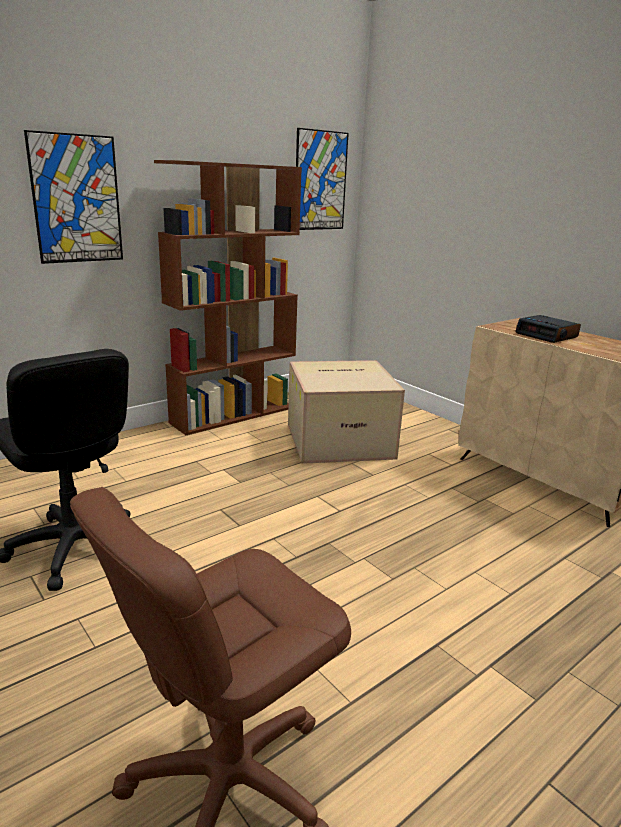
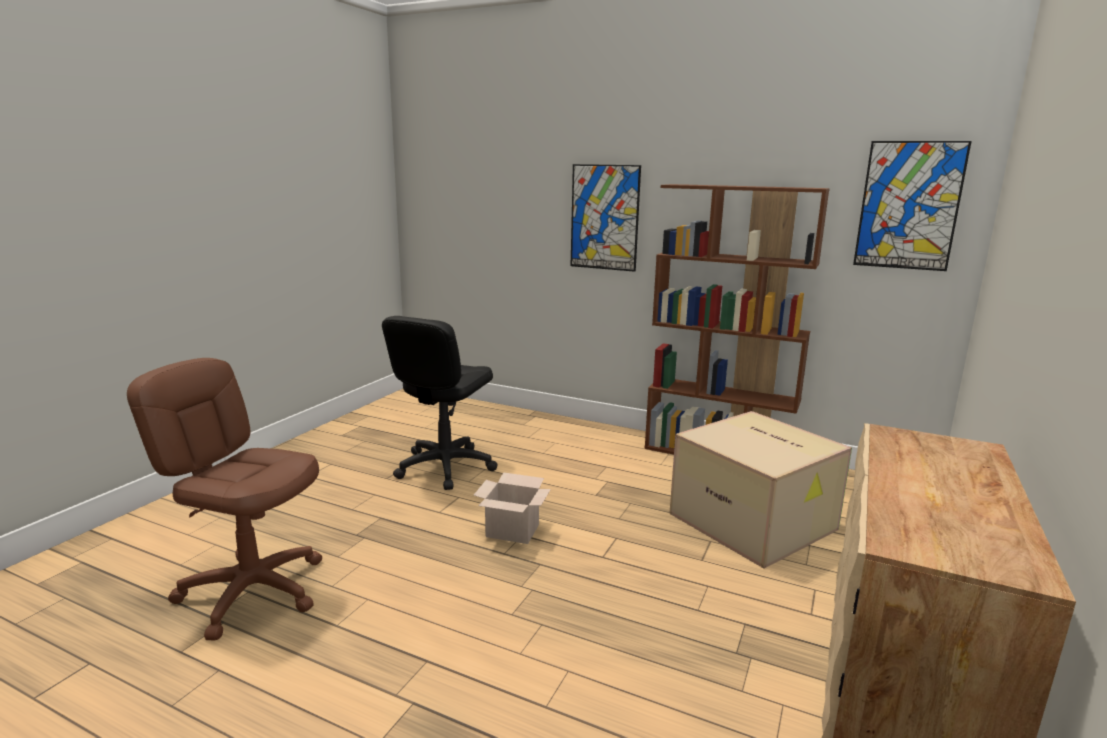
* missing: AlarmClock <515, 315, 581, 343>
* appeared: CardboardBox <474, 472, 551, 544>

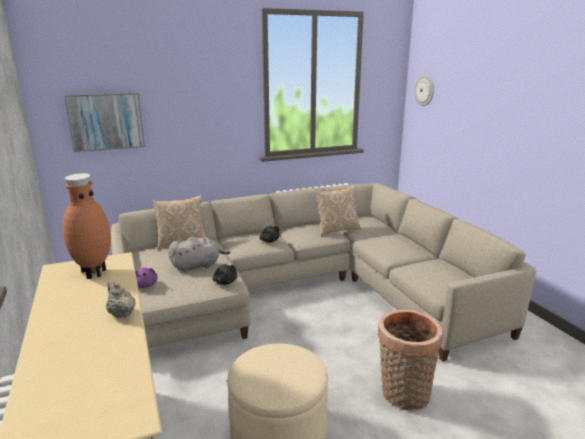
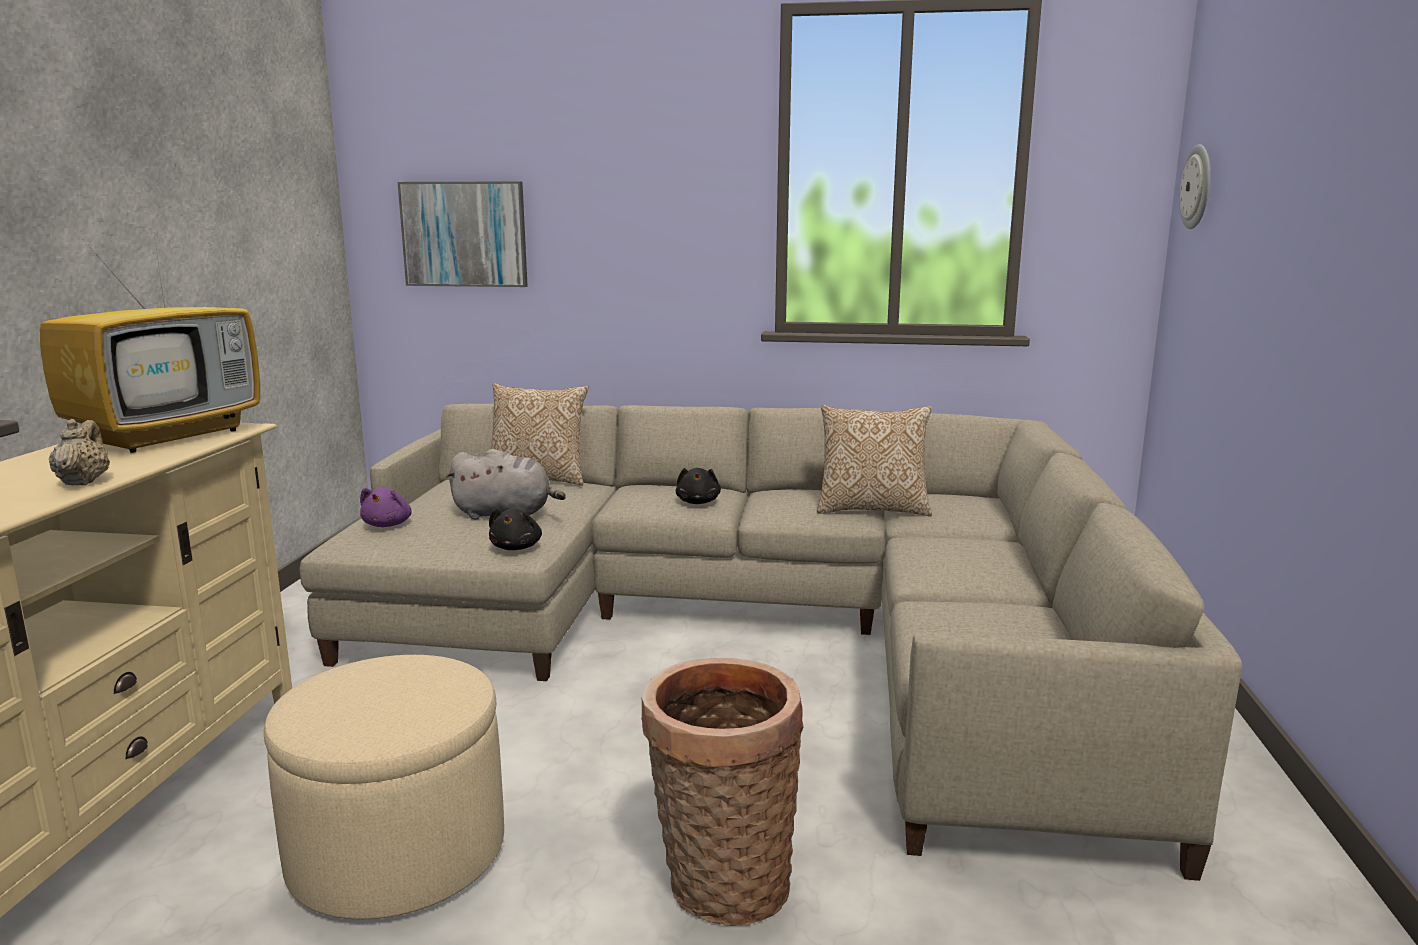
* exchanged: BrownColouredDecorativeVase <63, 173, 111, 279> to Television <40, 221, 260, 453>

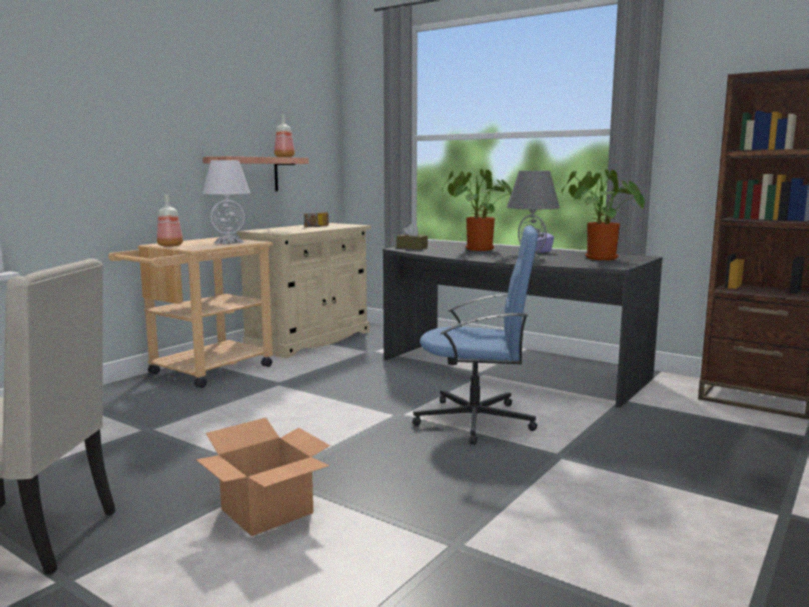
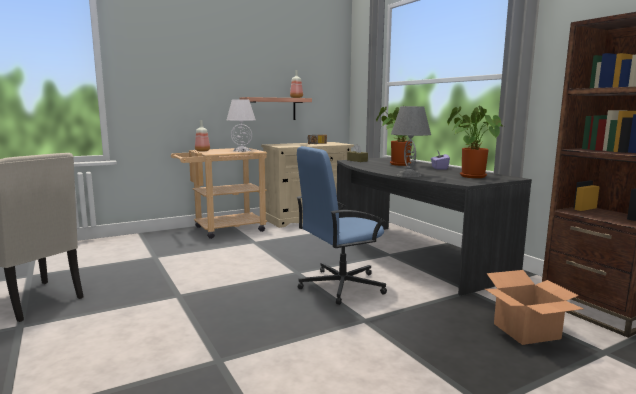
* relocated: CardboardBox <196, 418, 330, 536> to <485, 270, 584, 345>
* spun: BluishComputerChair <413, 226, 538, 445> = <296, 146, 387, 305> 120 degrees clockwise

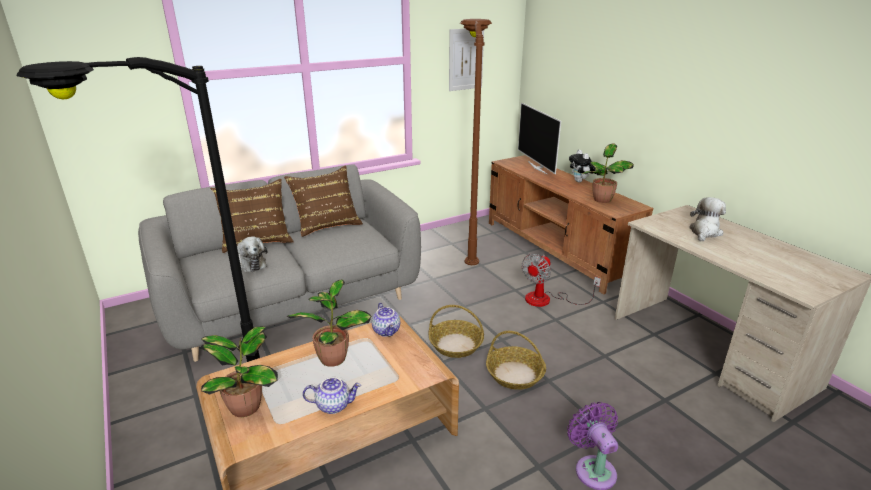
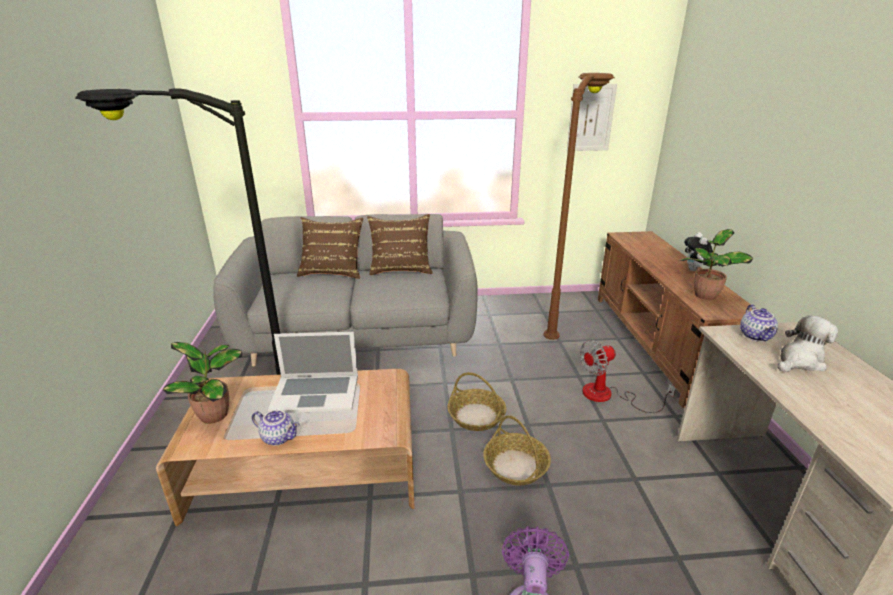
* missing: PlushToy <237, 236, 268, 272>
* missing: Television <518, 103, 561, 175>
* relocated: Teapot <372, 303, 400, 337> to <740, 304, 778, 342>
* exchanged: PottedPlant <286, 280, 371, 367> to NotebookComputer <267, 332, 358, 413>

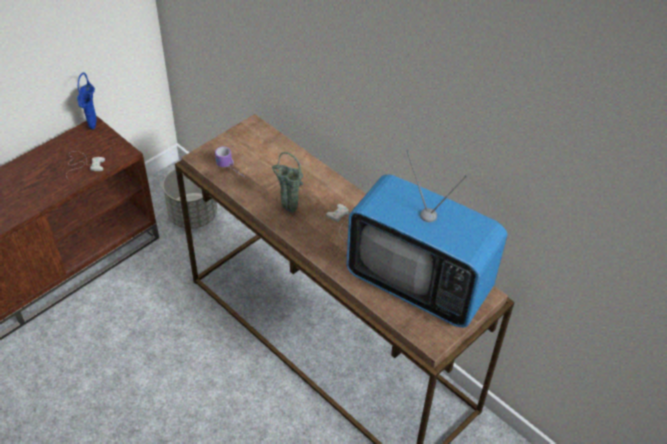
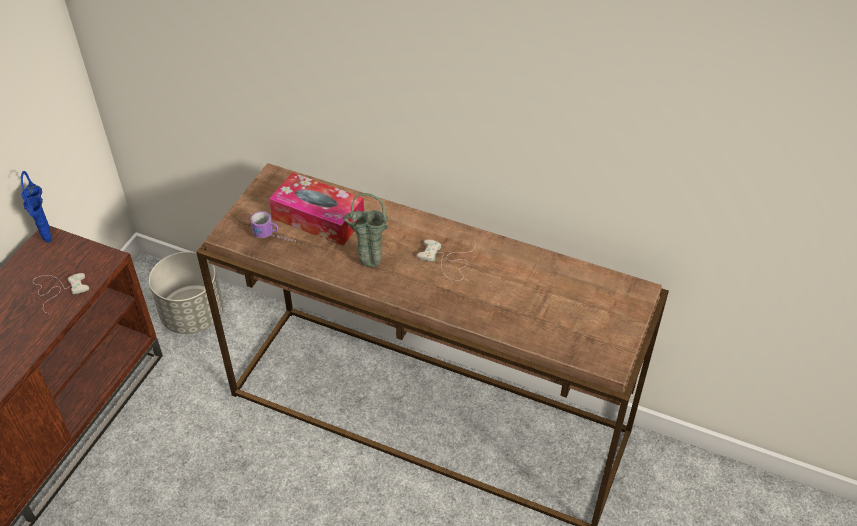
* missing: Television <346, 150, 507, 327>
* appeared: BoxOfTissues <269, 172, 364, 246>

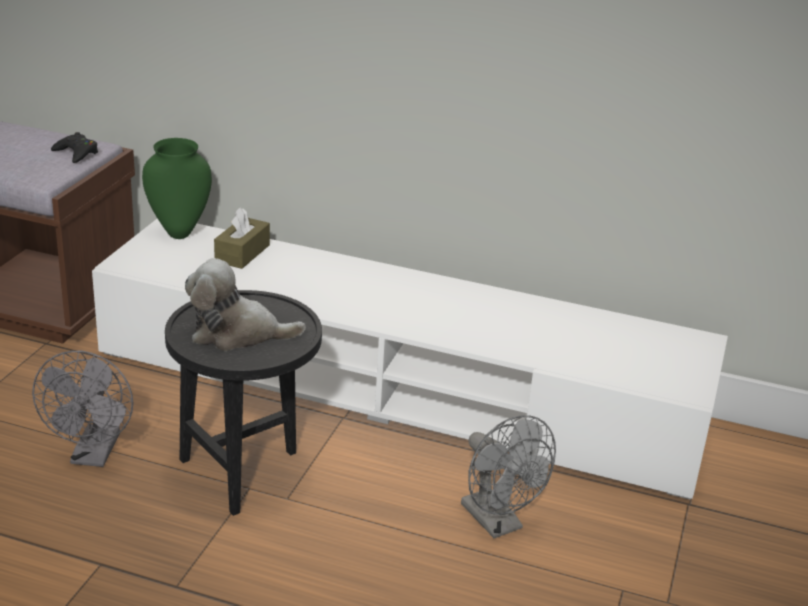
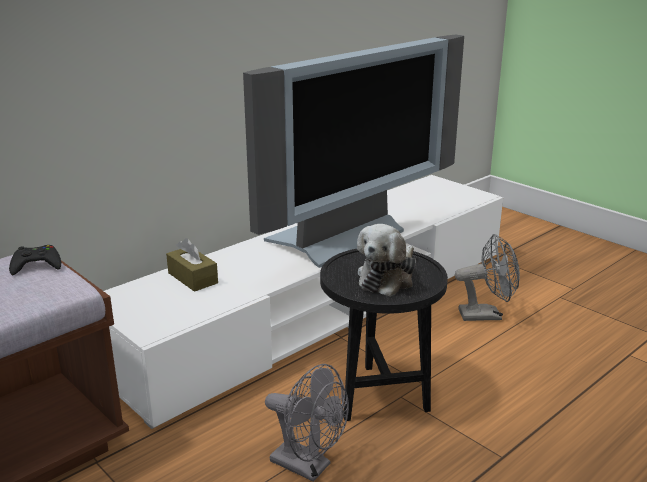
* missing: GreenColouredDecorativeVase <142, 138, 212, 239>
* appeared: Television <243, 35, 464, 268>

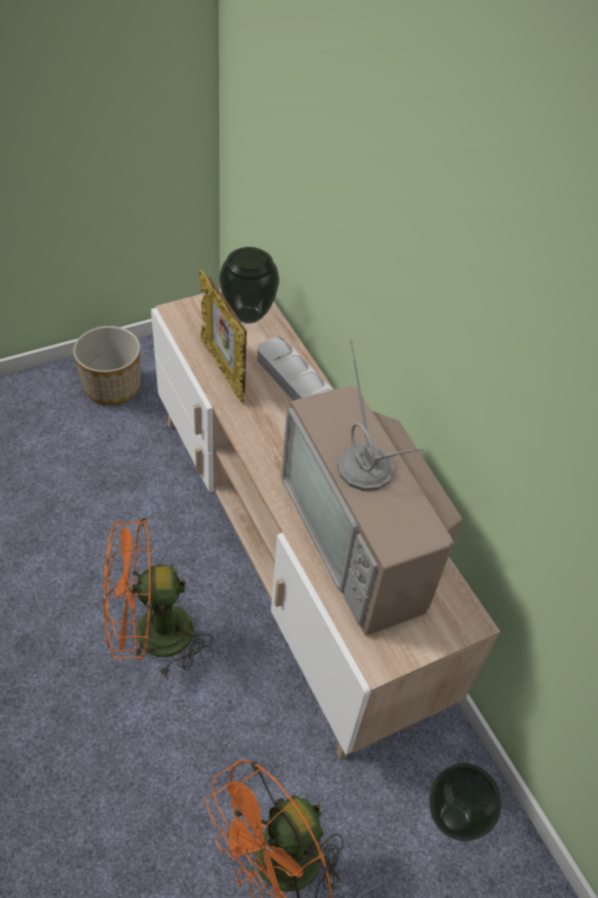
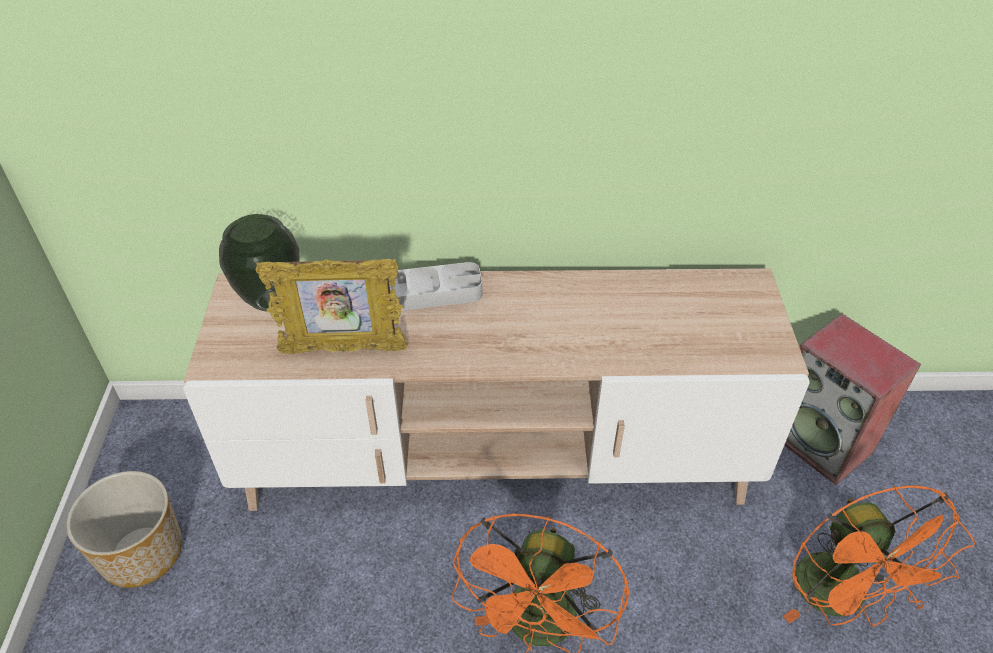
* missing: Television <281, 340, 462, 636>
* exchanged: DecorativeVase <429, 763, 502, 841> to Loudspeaker <785, 314, 921, 485>

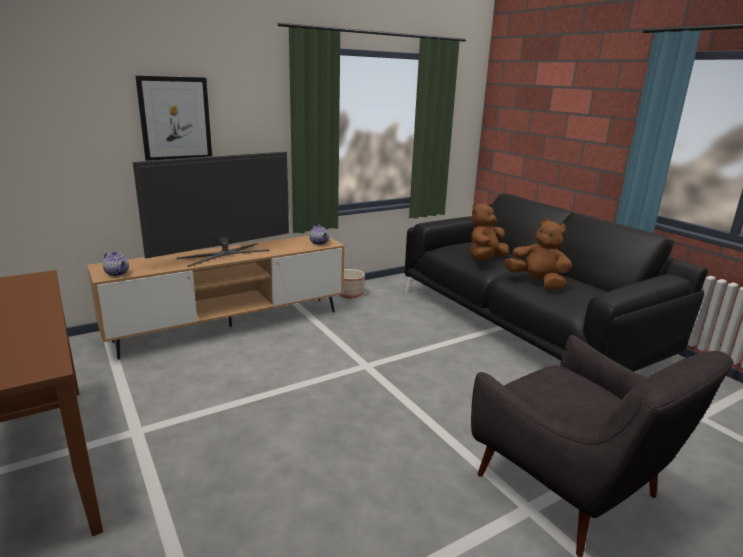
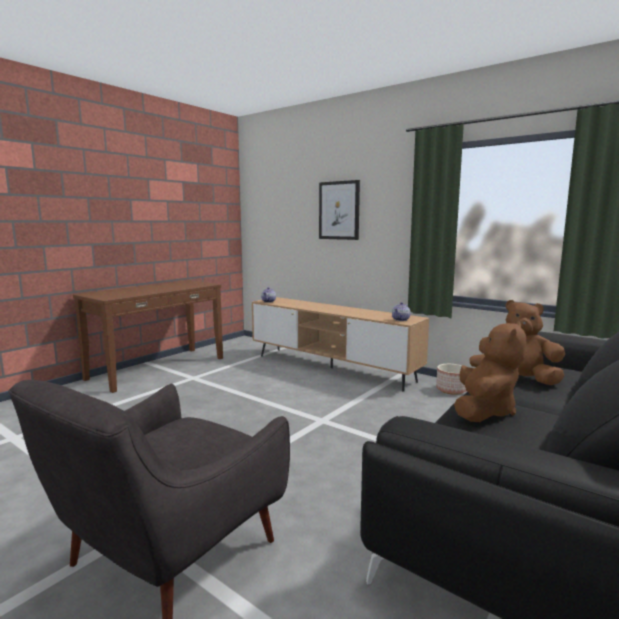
* missing: Television <133, 151, 289, 267>

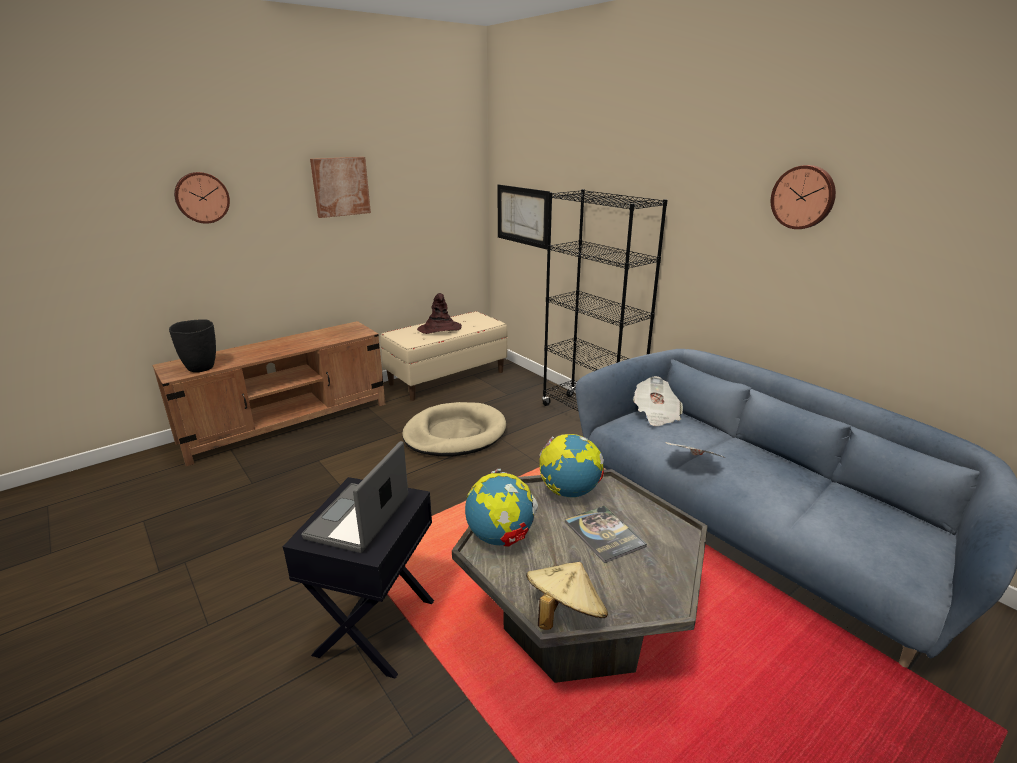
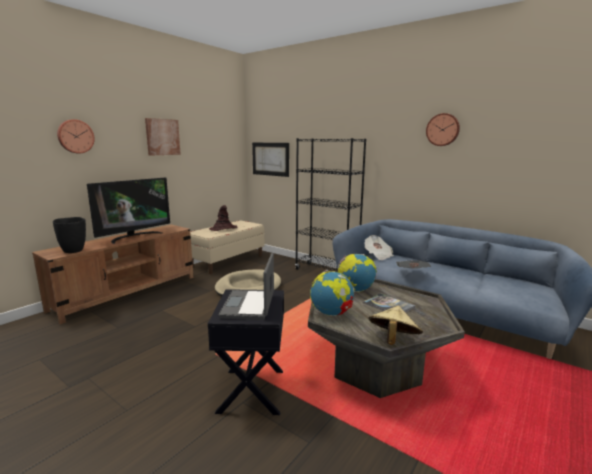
* appeared: Television <87, 178, 170, 244>

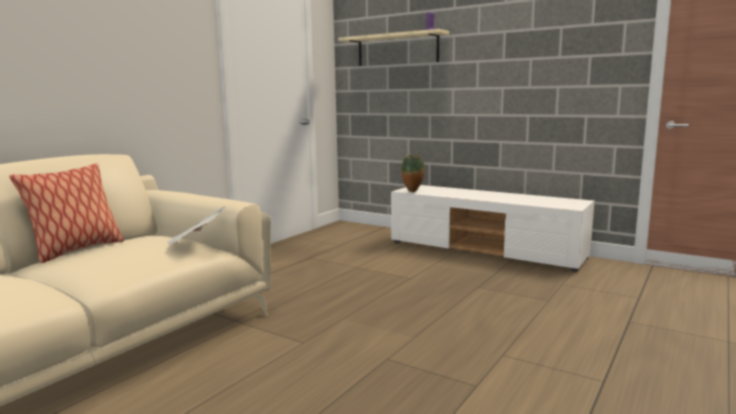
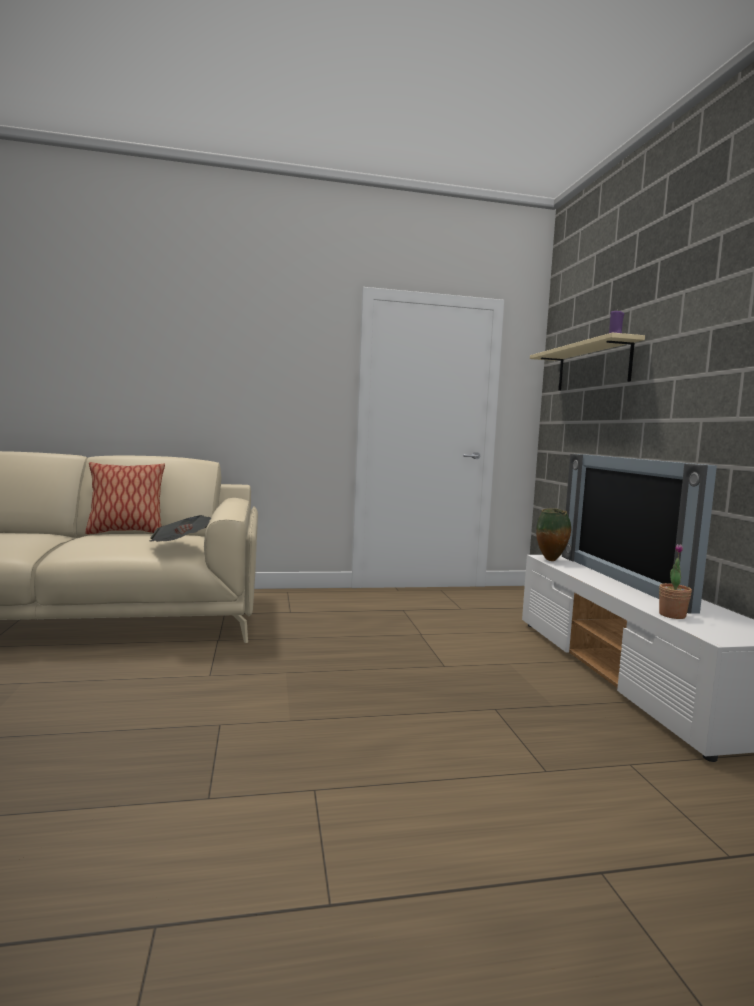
* appeared: Television <562, 454, 717, 614>
* appeared: PottedPlant <659, 544, 692, 619>

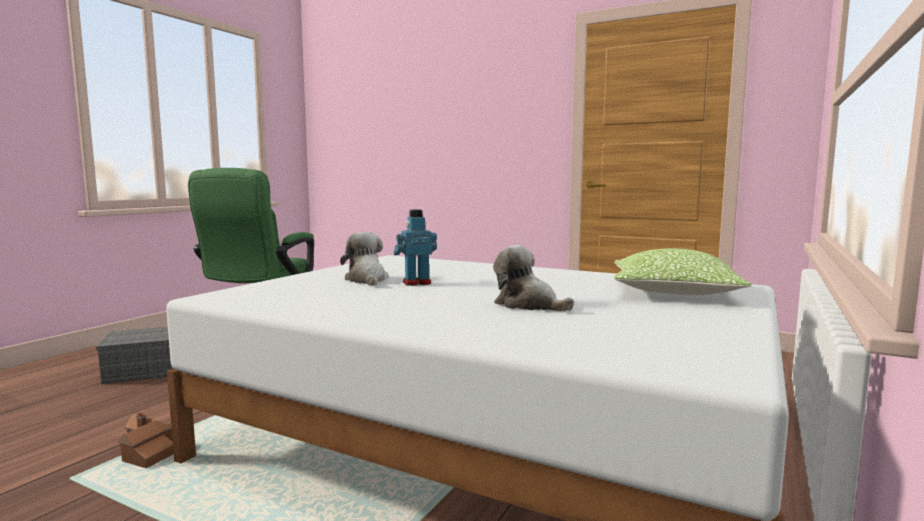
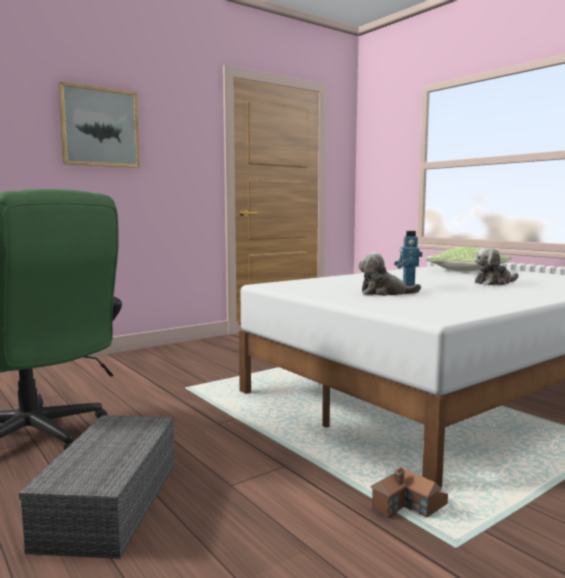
* appeared: Picture <58, 82, 140, 168>

